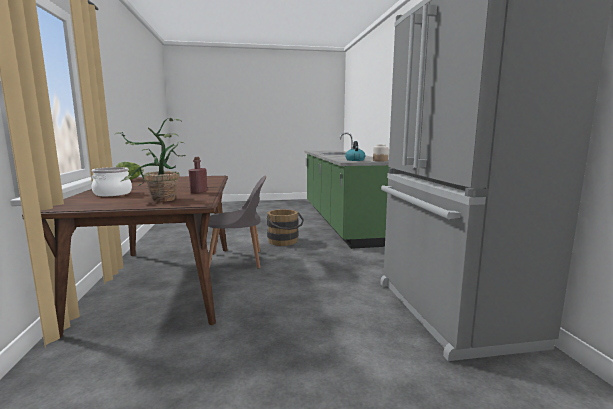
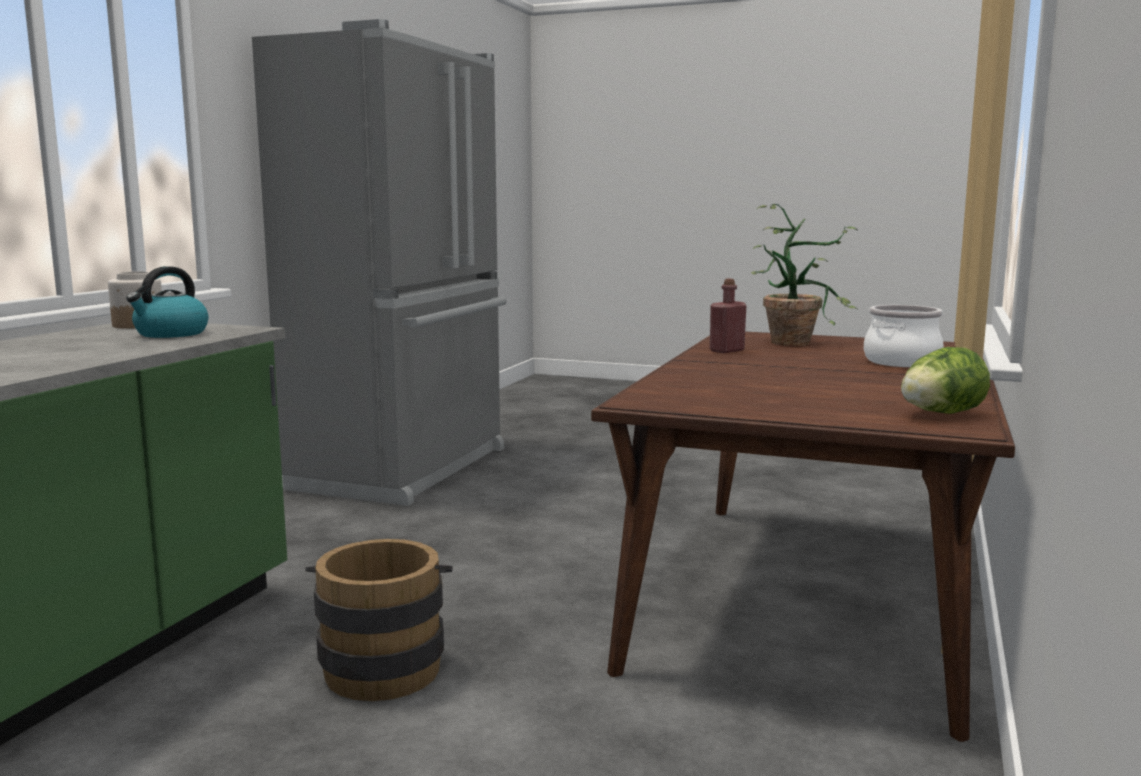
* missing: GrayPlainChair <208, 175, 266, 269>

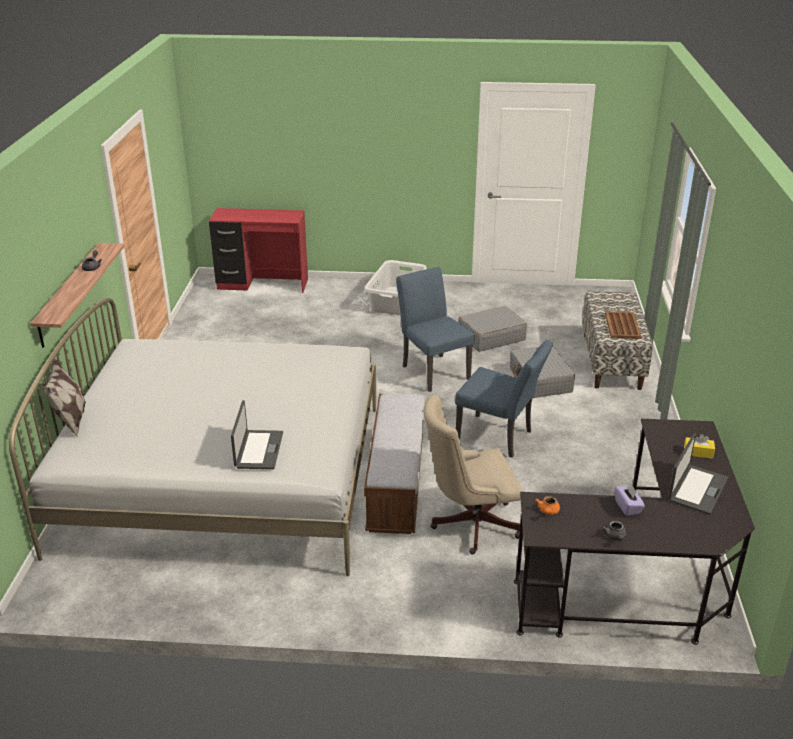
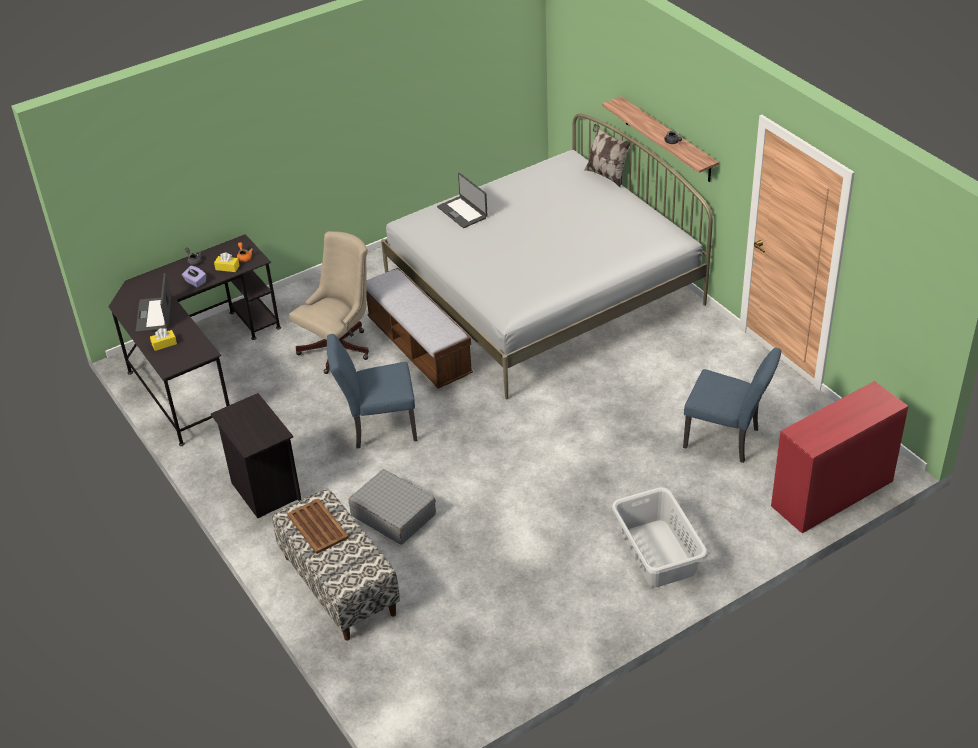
* missing: GrayTravelCase <458, 306, 527, 352>
* appeared: BlackishNightTable <211, 393, 302, 518>
* appeared: YellowColouredBoxOfTissues <214, 252, 240, 272>
* relocated: BluishPlainChair <396, 267, 474, 392> to <683, 347, 781, 463>

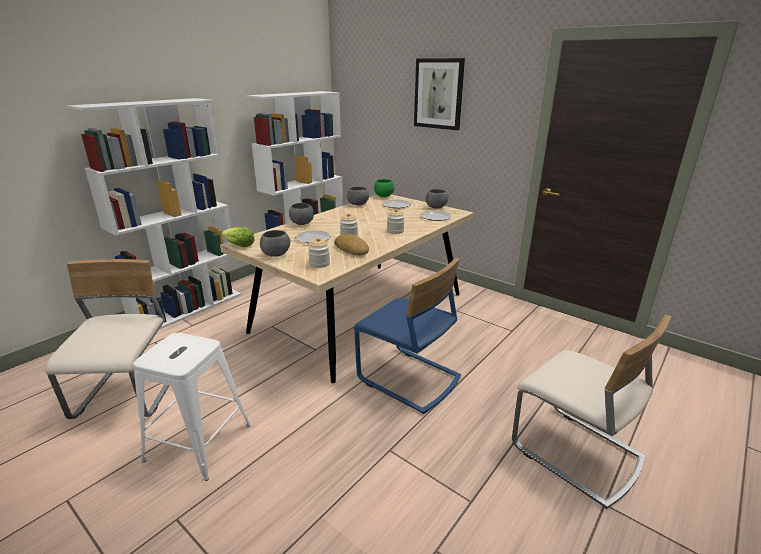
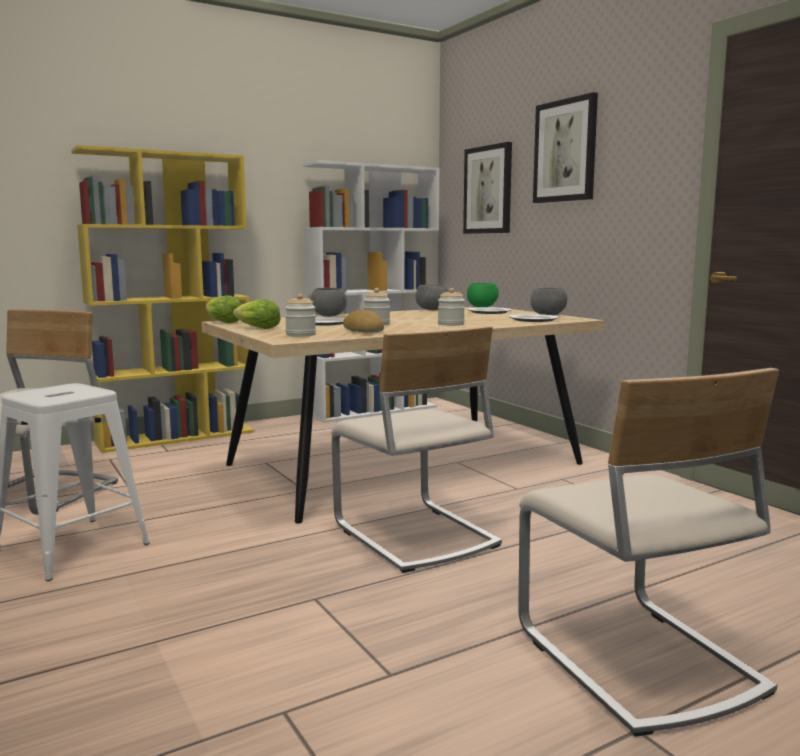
* appeared: Picture <463, 142, 512, 234>
* exchanged: GrayDeepDish <260, 230, 290, 257> to LettuceHead <233, 299, 280, 329>
* colour: WhitishShelvingUnit <67, 98, 241, 329> to YellowColouredShelvingUnit <71, 145, 254, 453>
* colour: BluishPlainChair <354, 258, 461, 414> to BeigeColouredPlainChair <331, 326, 502, 573>

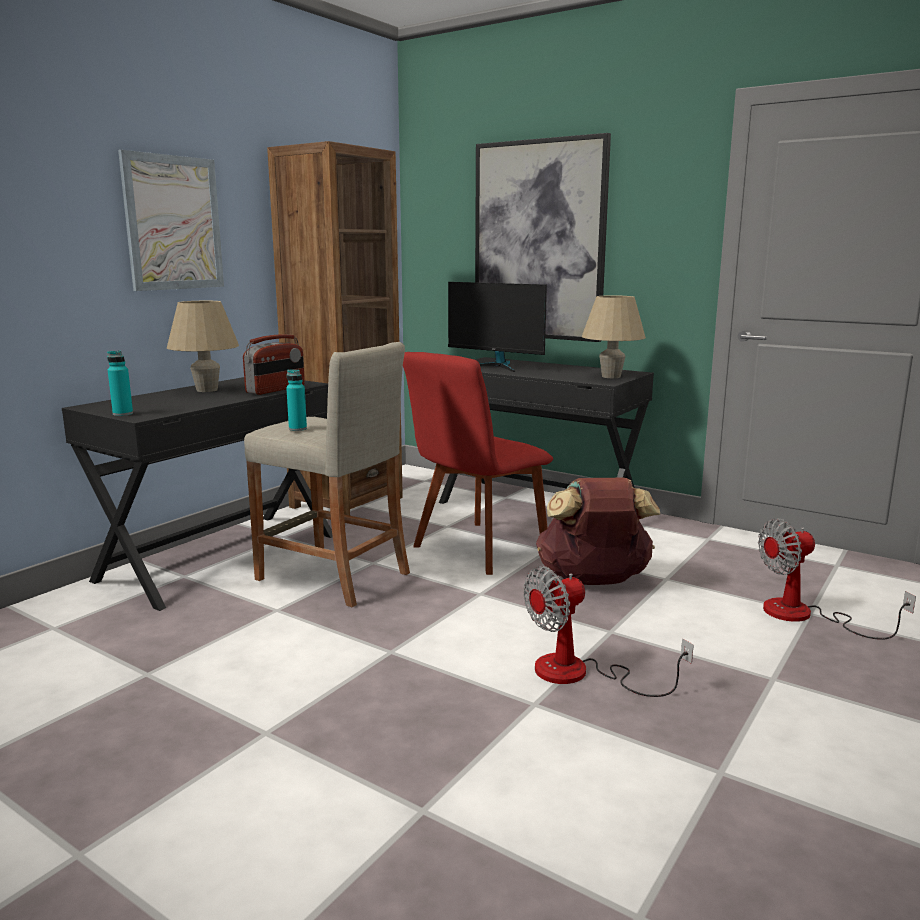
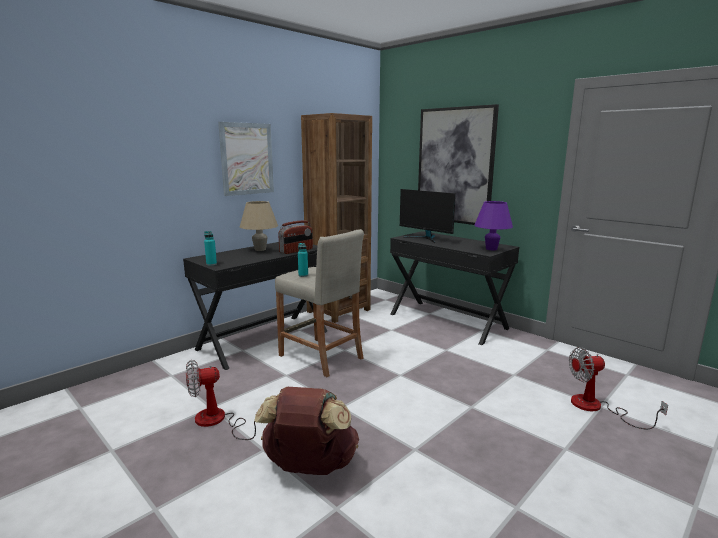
* missing: ReddishPlainChair <403, 352, 553, 575>
* relocated: Fan <523, 566, 694, 697> to <186, 360, 256, 440>
* relocated: BrownColouredRucksack <536, 478, 660, 585> to <254, 387, 359, 475>
* colour: BeigeColouredTableLamp <582, 295, 646, 378> to PurpleTableLamp <474, 201, 513, 250>

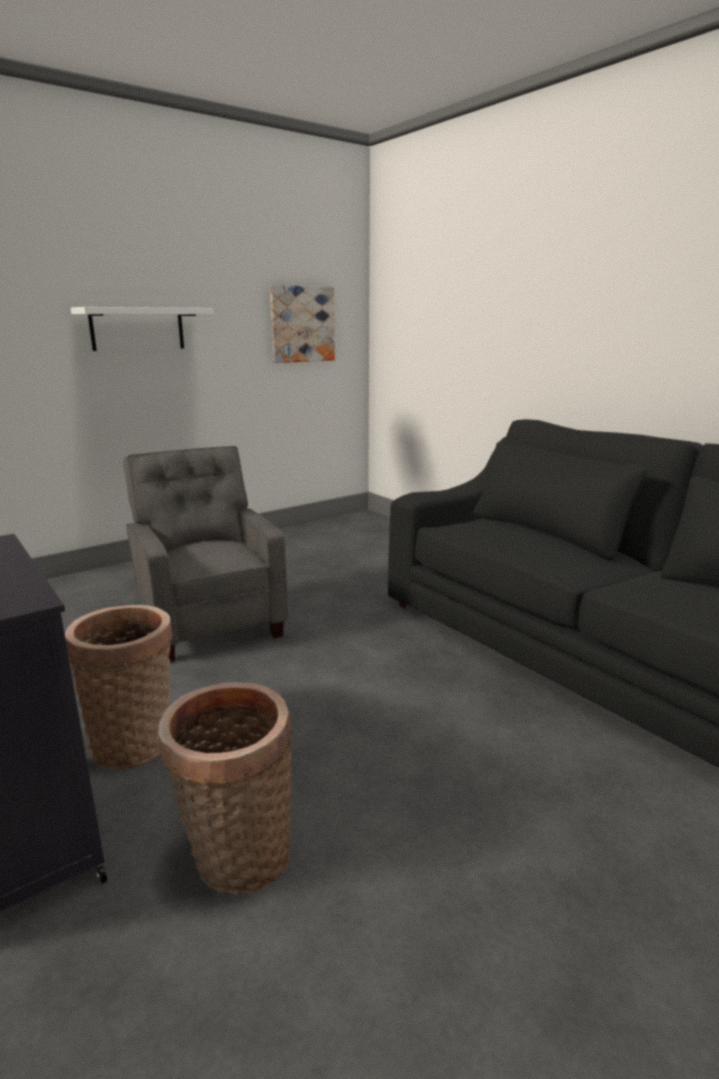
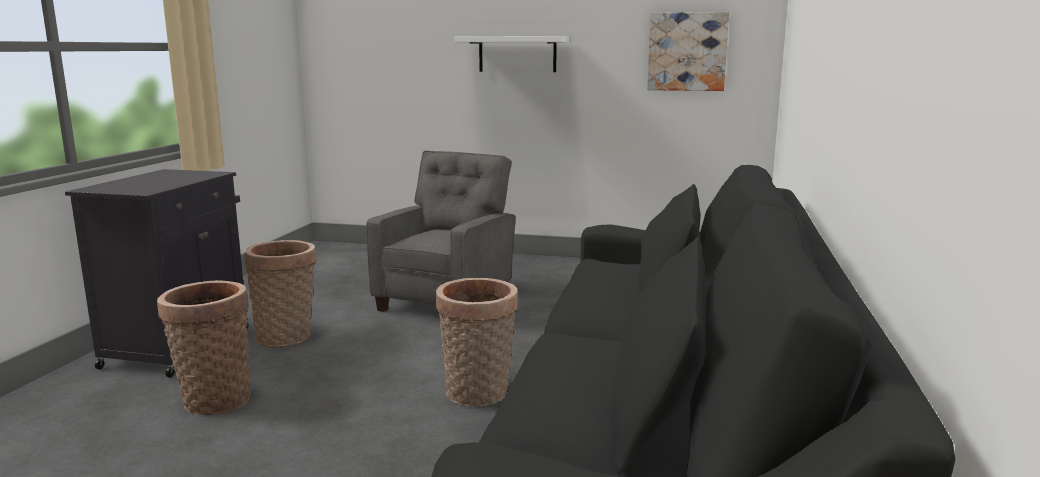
* appeared: Basket <436, 278, 518, 406>

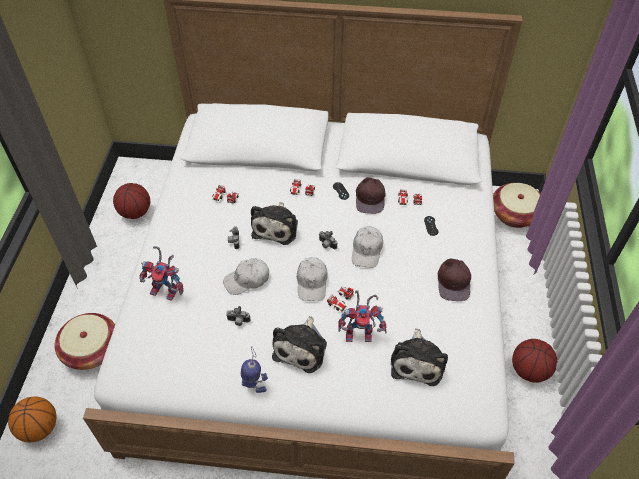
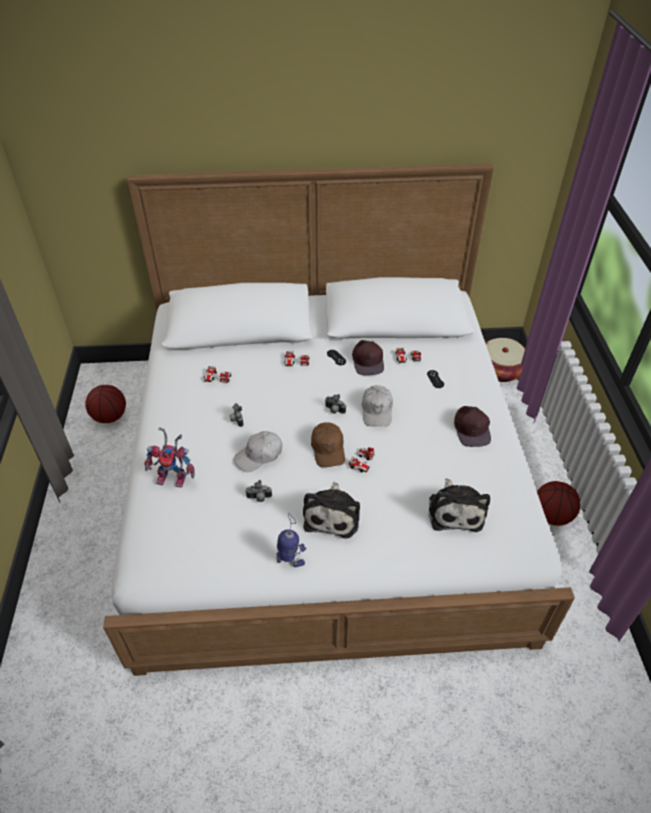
* missing: BasketballBall <8, 396, 57, 443>
* missing: Basket <54, 313, 115, 370>
* missing: PlushToy <251, 202, 298, 245>
* missing: ModelRobot <338, 290, 387, 342>
* colour: WhitishBaseballCap <297, 257, 328, 301> to BrownColouredBaseballCap <311, 422, 345, 467>

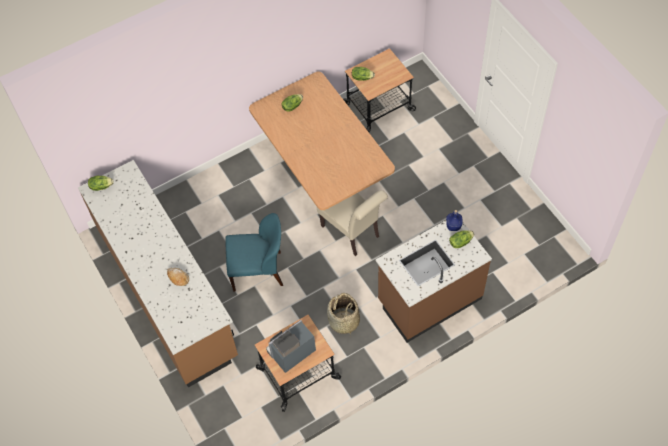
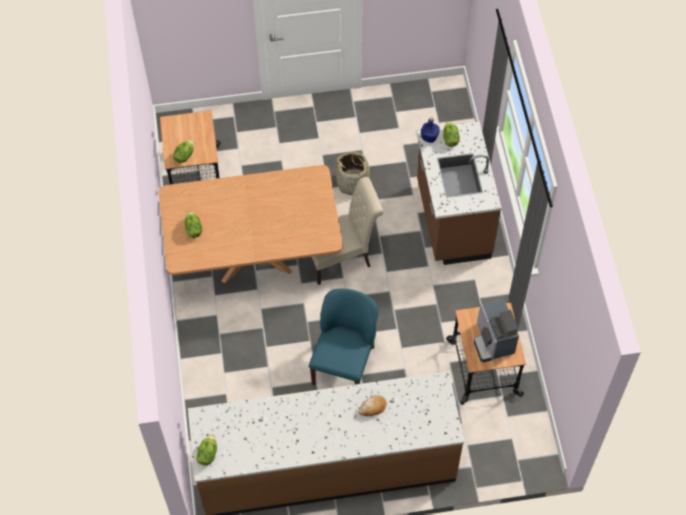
* relocated: Basket <327, 293, 360, 337> to <335, 152, 375, 195>

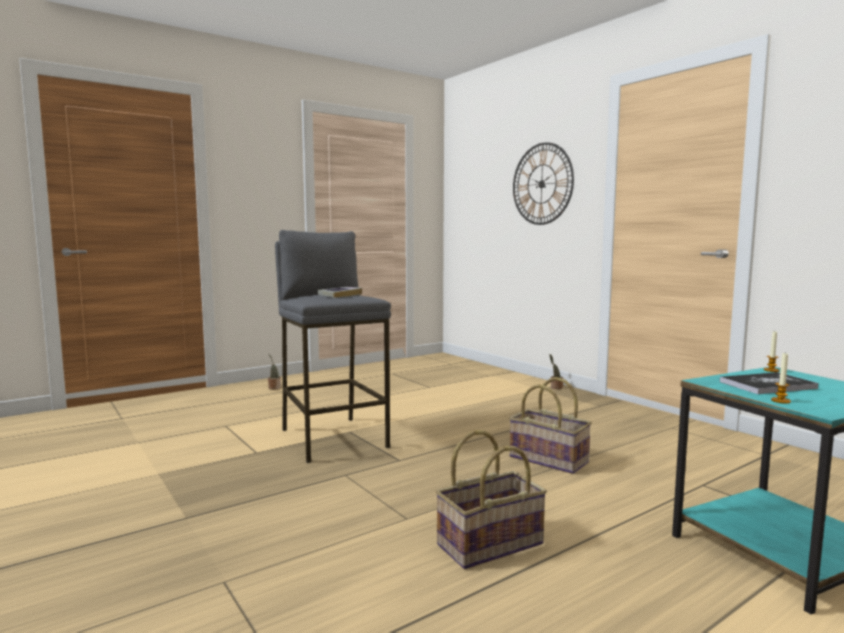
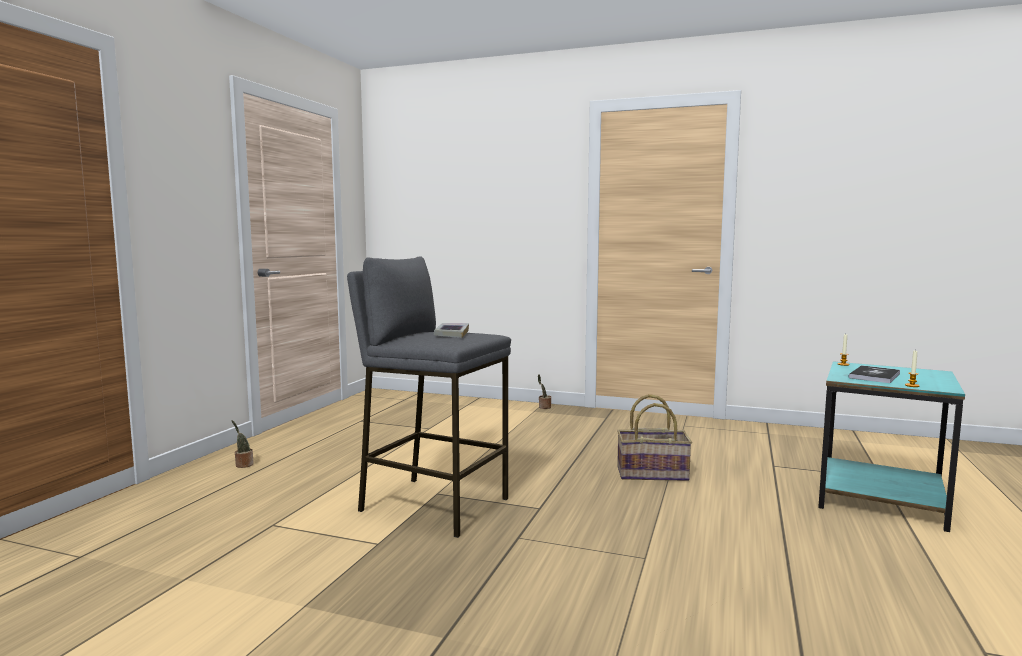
* missing: Basket <436, 430, 547, 569>
* missing: HangingClock <513, 142, 574, 225>

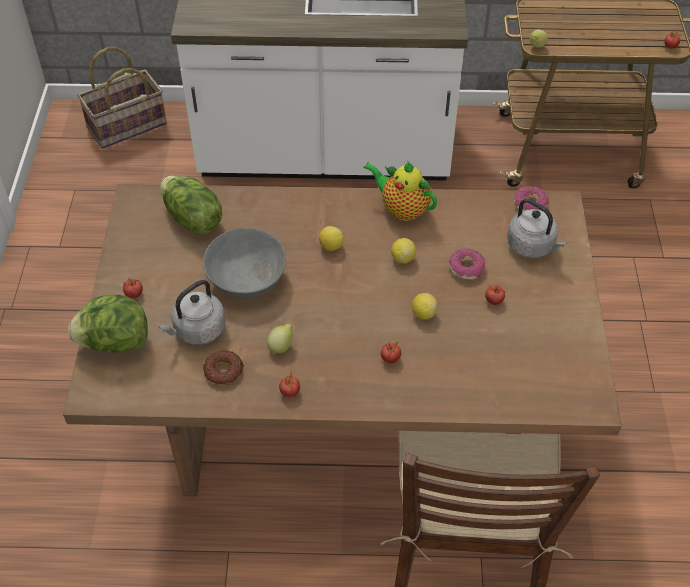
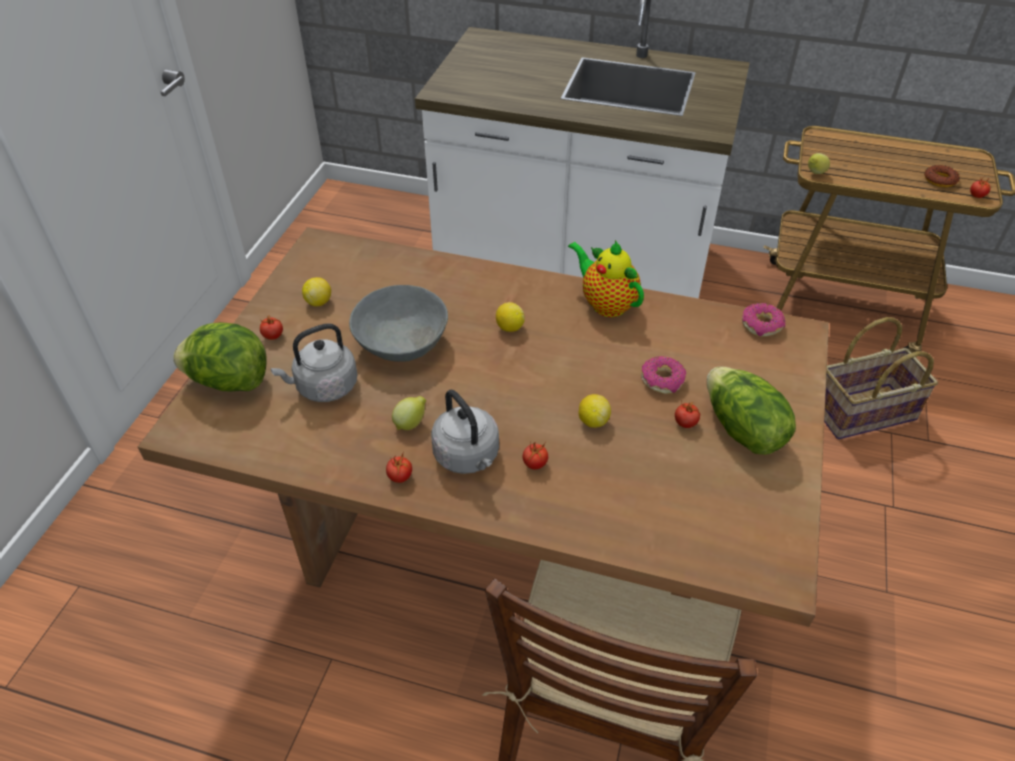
* relocated: Basket <77, 47, 167, 149> to <824, 317, 938, 439>
* relocated: LettuceHead <160, 176, 222, 235> to <707, 367, 796, 455>
* relocated: Donut <203, 351, 244, 385> to <924, 165, 960, 187>
* relocated: CitrusFruit <391, 238, 416, 264> to <302, 277, 331, 306>
* relocated: GrayWaterKettle <507, 199, 567, 258> to <431, 390, 499, 474>

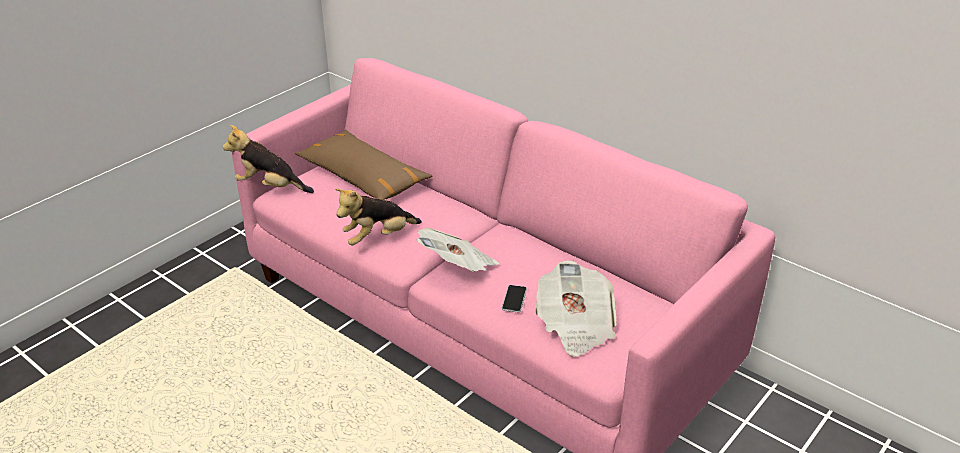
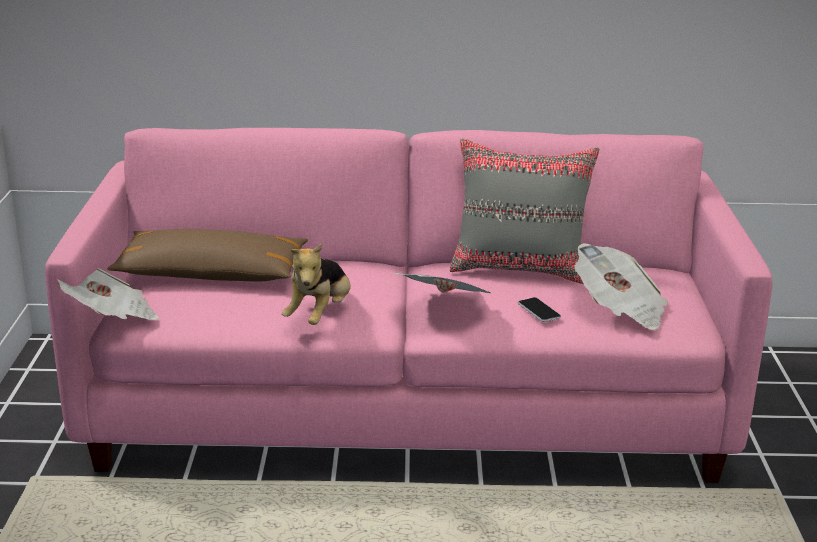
* appeared: GrayPillow <450, 138, 599, 284>
* exchanged: PlushToy <223, 125, 314, 193> to PrintedPaper <56, 268, 160, 320>

